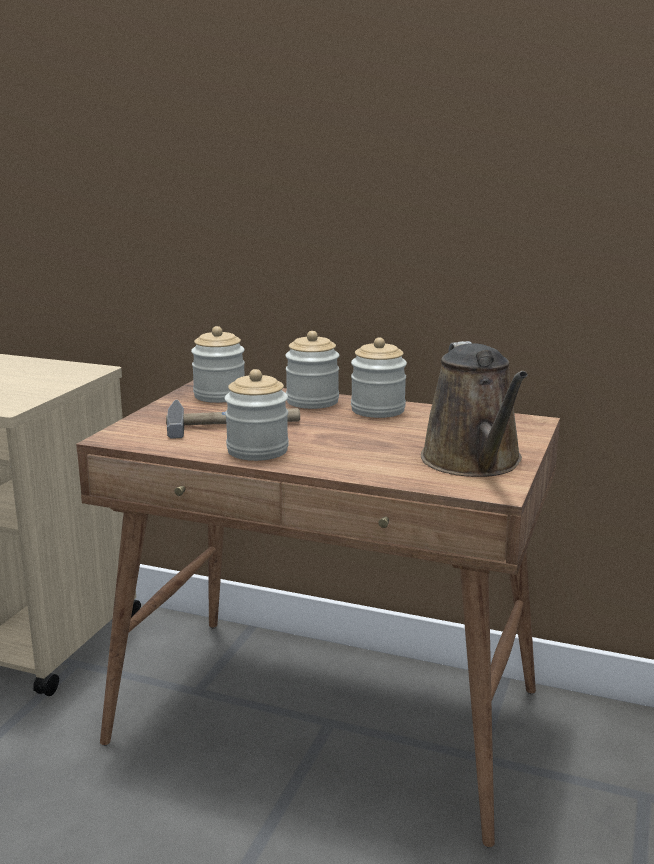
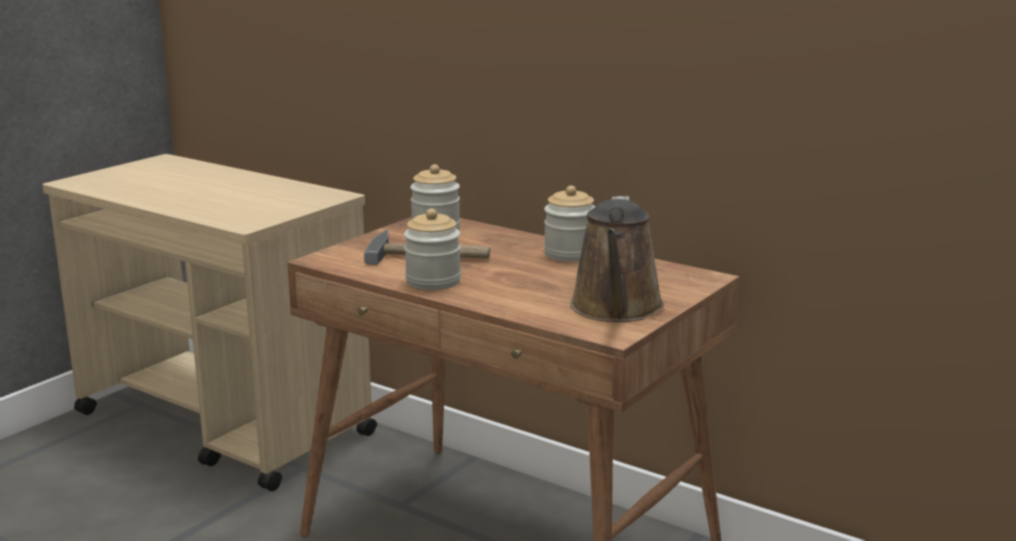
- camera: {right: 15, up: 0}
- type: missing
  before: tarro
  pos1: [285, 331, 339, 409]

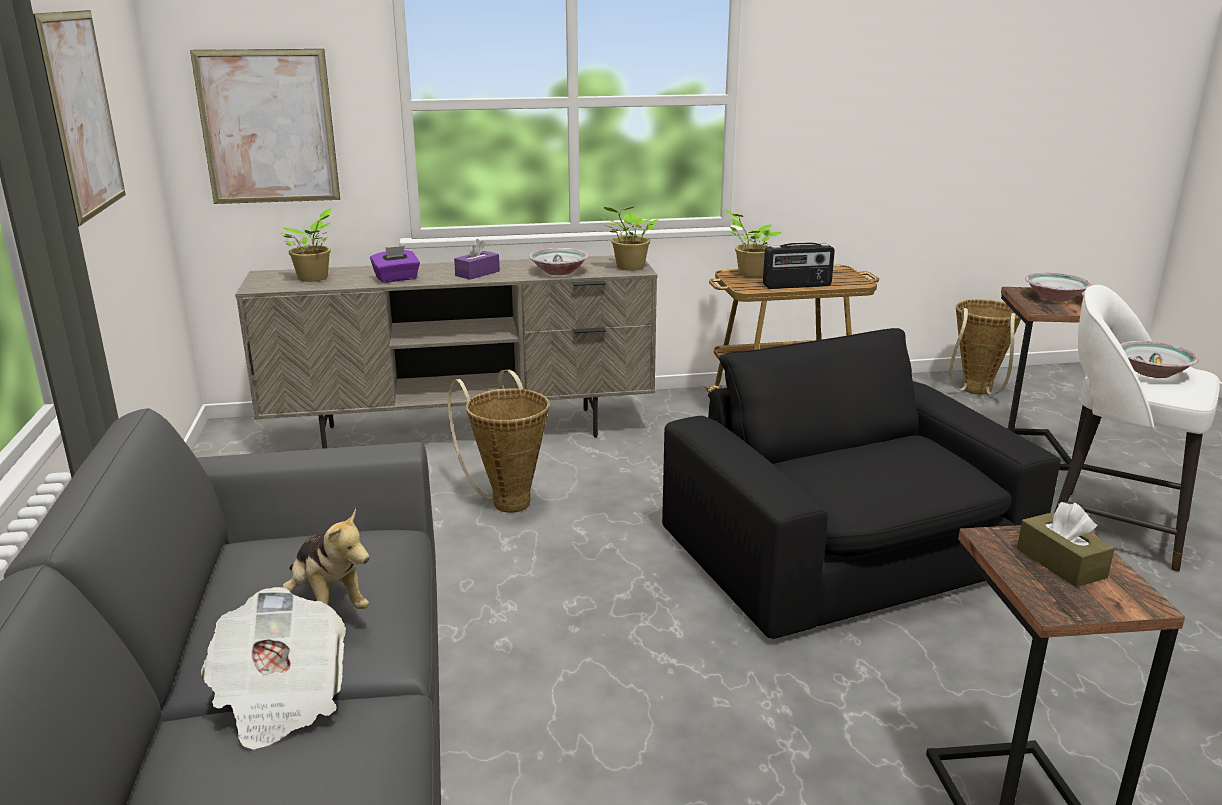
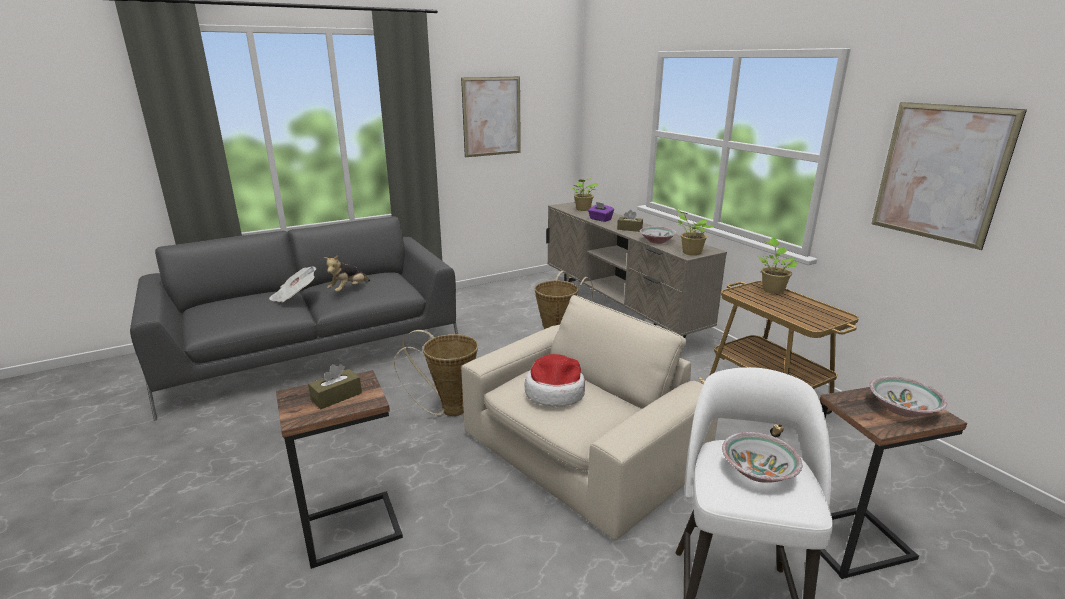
- camera: {right: 70, up: 0}
- type: relocated
  before: cuadro
  pos1: [190, 49, 340, 204]
  pos2: [872, 102, 1027, 250]
- type: colour
  before: caja de pañuelos [morado]
  after: caja de pañuelos [marrón]
  pos1: [454, 239, 500, 280]
  pos2: [617, 210, 643, 232]
- type: missing
  before: radio
  pos1: [763, 243, 835, 289]
- type: relocated
  before: cesta
  pos1: [949, 299, 1021, 395]
  pos2: [394, 330, 478, 416]
- type: colour
  before: sillón [negro]
  after: sillón [beis]
  pos1: [662, 328, 1060, 639]
  pos2: [461, 295, 718, 540]
- type: appeared
  after: sombrero
  pos2: [524, 354, 585, 406]

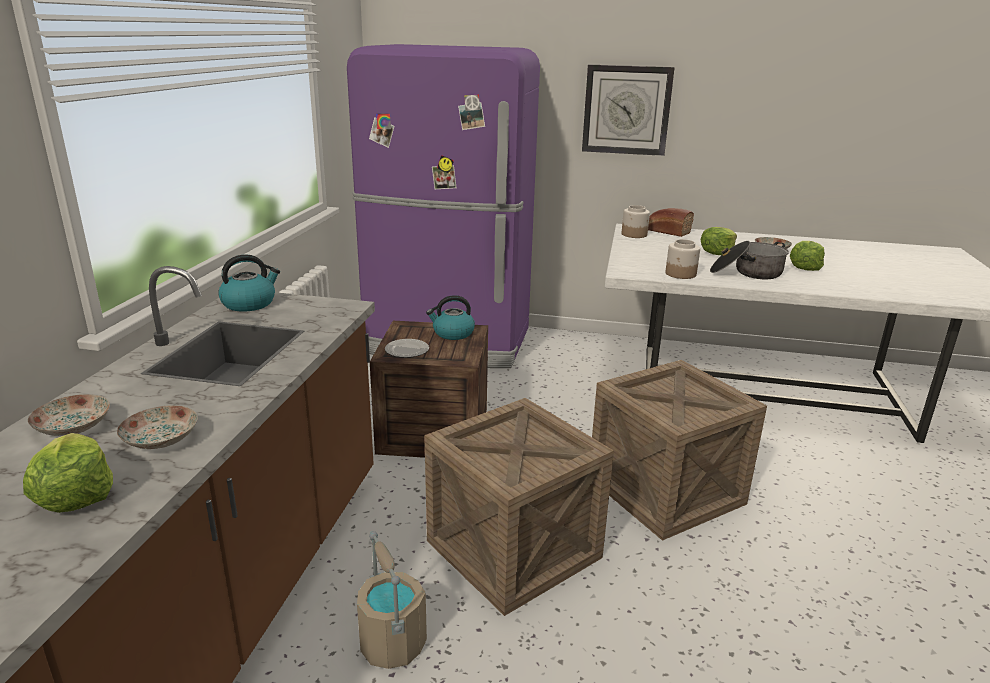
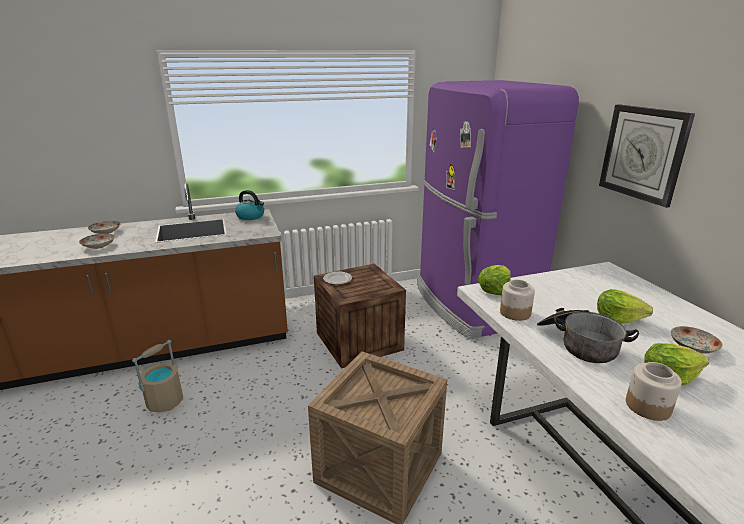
- camera: {right: 60, up: 0}
- type: relocated
  before: tarro
  pos1: [622, 205, 650, 238]
  pos2: [626, 362, 682, 421]
- type: missing
  before: pan
  pos1: [648, 208, 694, 237]
- type: missing
  before: hervidor
  pos1: [426, 295, 475, 340]
- type: missing
  before: caja de embalaje
  pos1: [424, 398, 614, 616]
- type: relocated
  before: lechuga
  pos1: [23, 433, 113, 513]
  pos2: [478, 265, 511, 296]

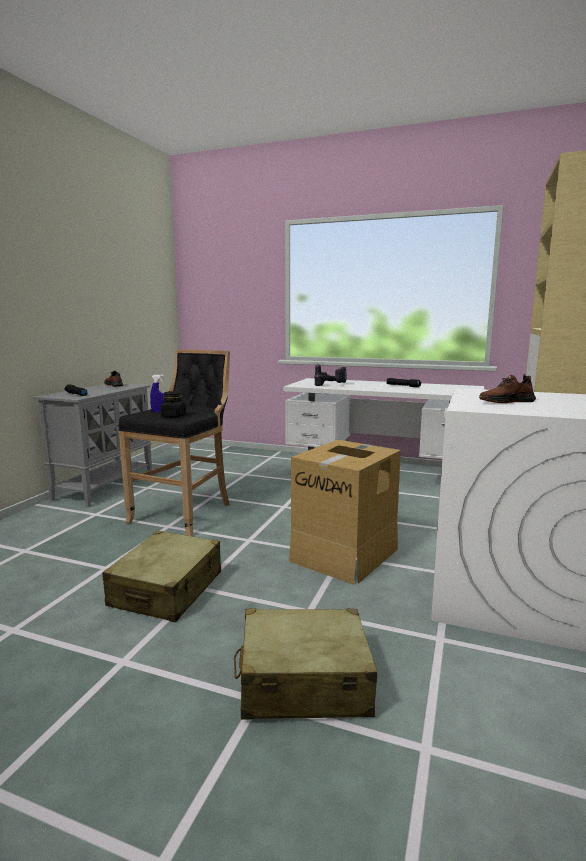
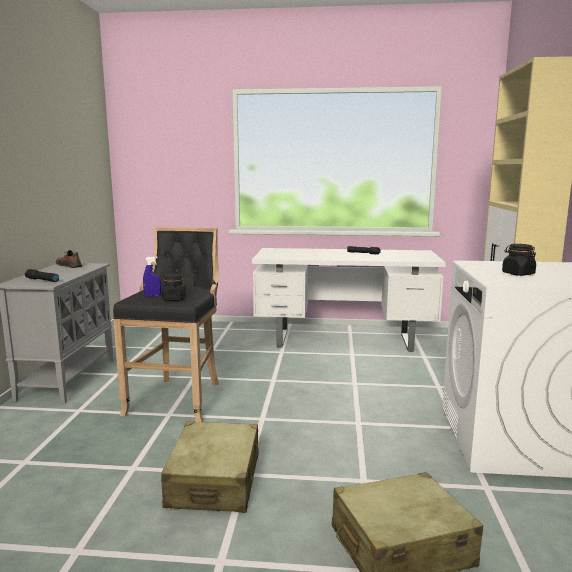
- camera: {right: -15, up: 0}
- type: missing
  before: taladro
  pos1: [314, 364, 347, 386]
- type: exchanged
  before: zapato [marrón]
  after: tarro [negro]
  pos1: [479, 375, 536, 403]
  pos2: [502, 244, 536, 276]
- type: missing
  before: caja de cartón
  pos1: [289, 440, 401, 585]

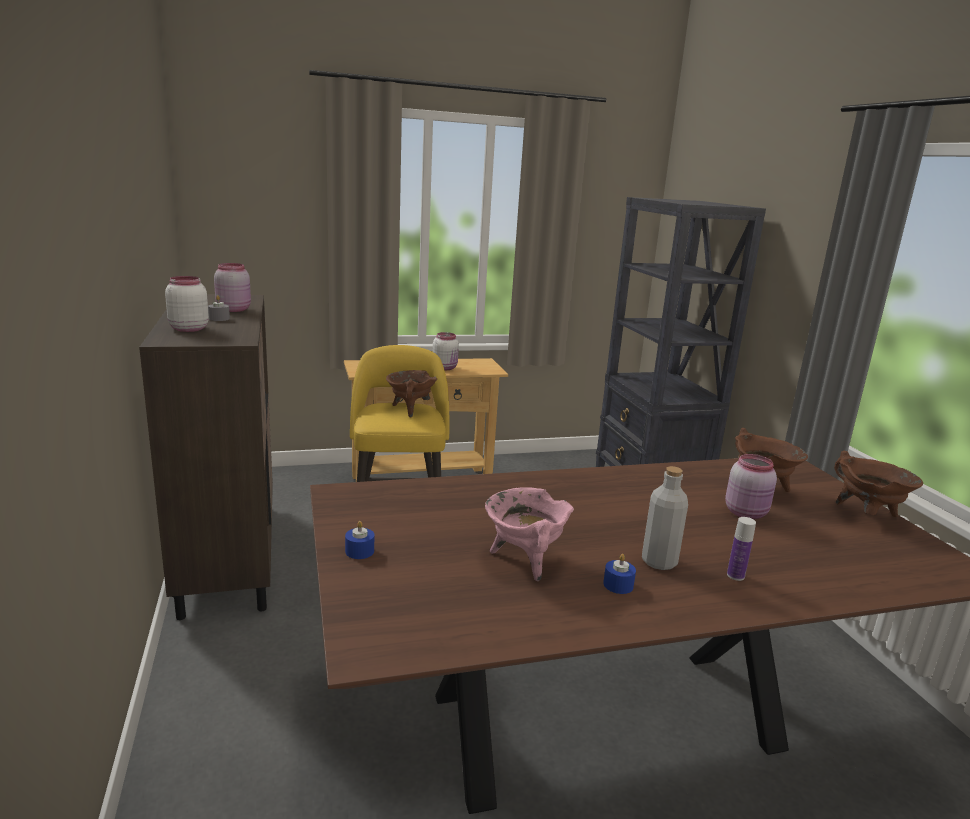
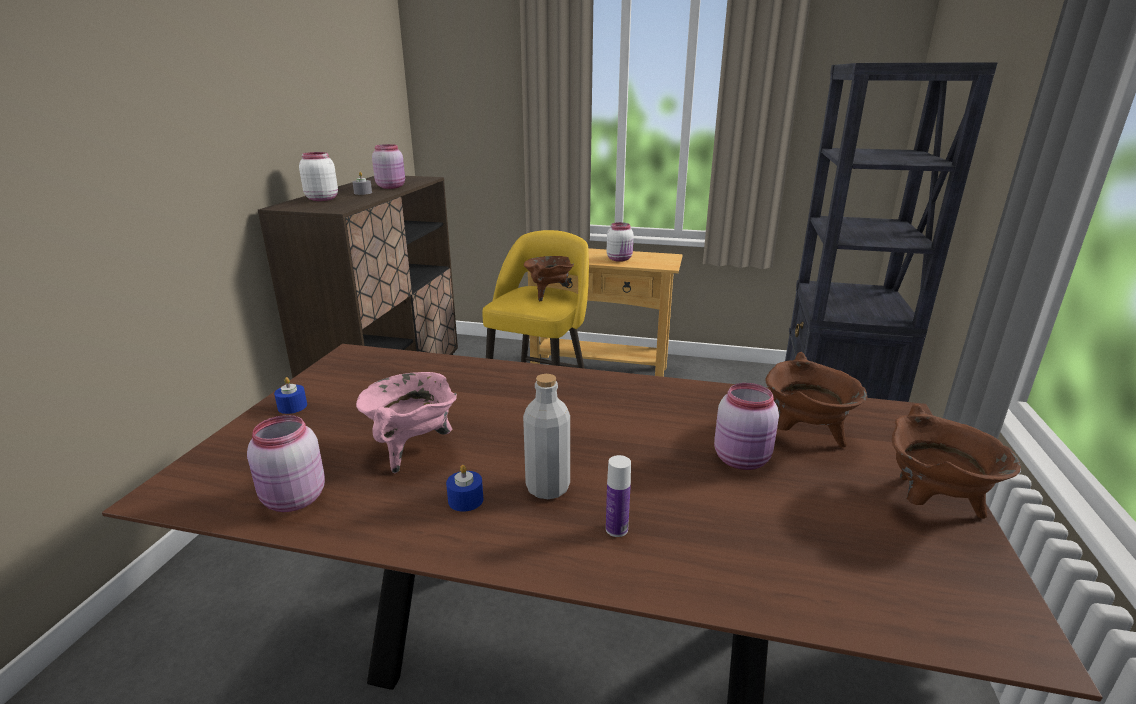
- camera: {right: 30, up: 5}
- type: appeared
  after: tarro [rosa]
  pos2: [247, 415, 325, 512]

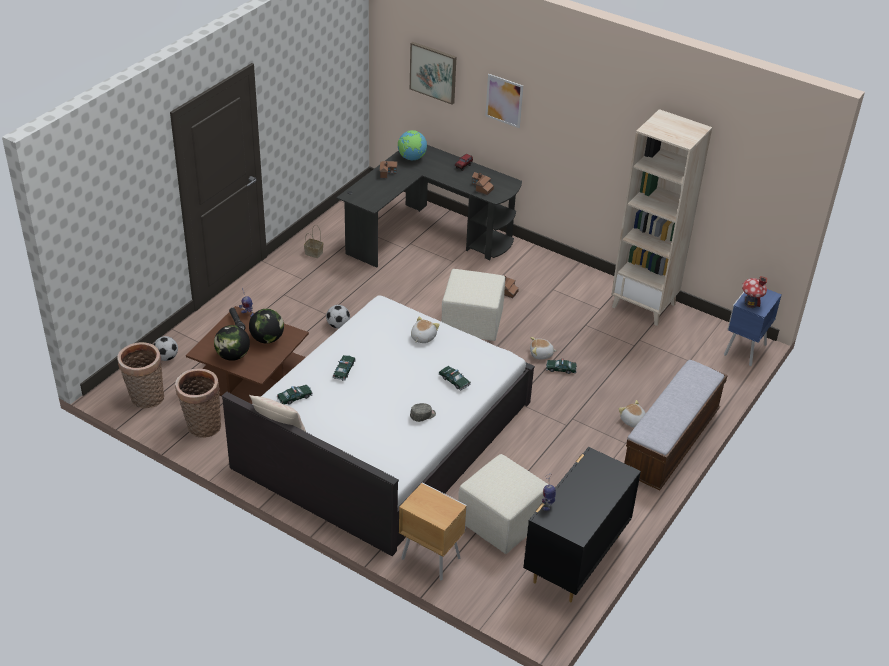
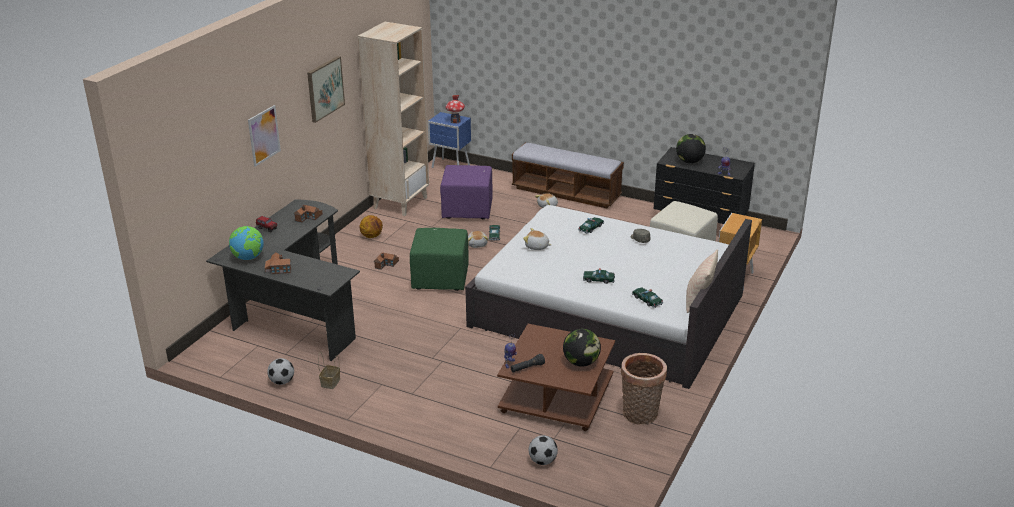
- camera: {right: -95, up: -10}
- type: relocated
  before: cuadro
  pos1: [410, 42, 456, 105]
  pos2: [307, 56, 345, 123]
- type: colour
  before: puf [beis]
  after: puf [verde]
  pos1: [441, 269, 505, 341]
  pos2: [410, 228, 469, 291]
- type: relocated
  before: balón de fútbol
  pos1: [326, 305, 350, 328]
  pos2: [267, 358, 294, 385]
- type: relocated
  before: globo terráqueo
  pos1: [249, 309, 284, 343]
  pos2: [676, 134, 706, 163]
- type: missing
  before: cesta
  pos1: [117, 342, 164, 409]
- type: appeared
  after: puf [morado]
  pos2: [440, 165, 493, 219]
- type: appeared
  after: balón de baloncesto
  pos2: [359, 215, 383, 238]

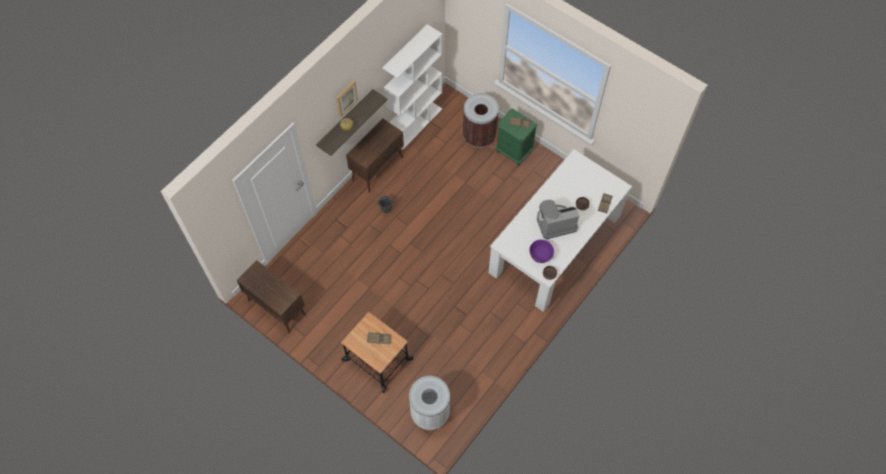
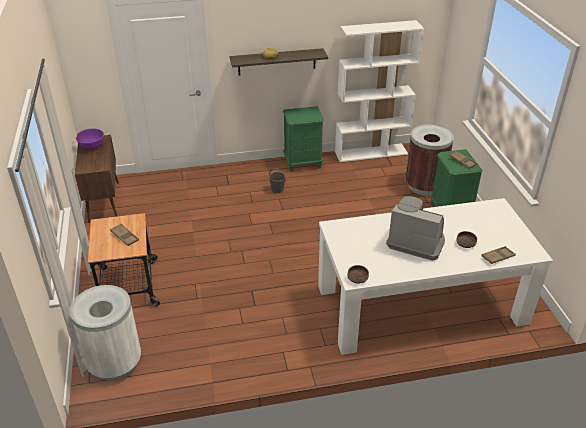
- camera: {right: 40, up: -25}
- type: missing
  before: cuadro
  pos1: [337, 81, 358, 117]
- type: exchanged
  before: armario [marrón]
  after: mesita de noche [verde]
  pos1: [346, 118, 404, 193]
  pos2: [283, 106, 324, 172]
- type: relocated
  before: cuenco [morado]
  pos1: [529, 240, 554, 263]
  pos2: [76, 128, 104, 149]

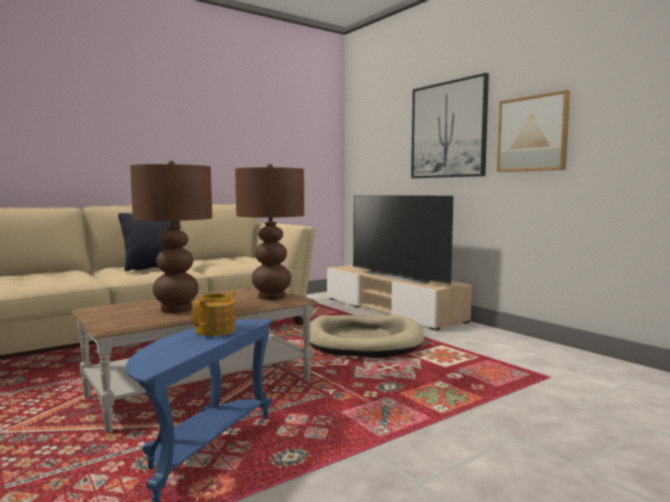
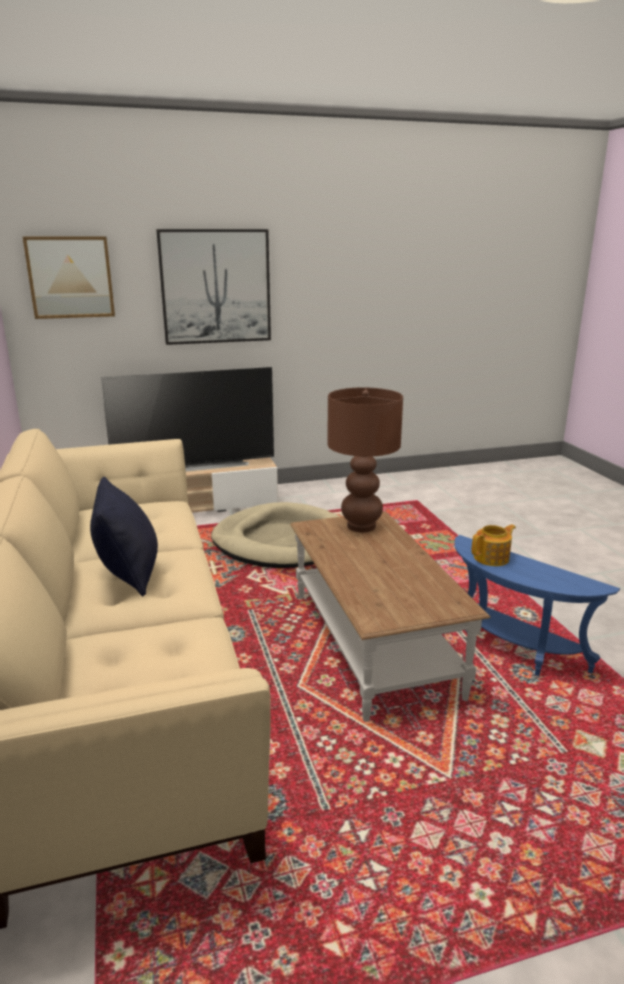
- camera: {right: -70, up: 15}
- type: relocated
  before: cuadro
  pos1: [497, 90, 570, 172]
  pos2: [23, 236, 115, 319]
- type: missing
  before: lámpara de mesa [marrón]
  pos1: [130, 160, 212, 313]
- type: spun
  before: tetera
  pos1: [193, 291, 236, 336]
  pos2: [471, 524, 516, 566]
  turn: 105

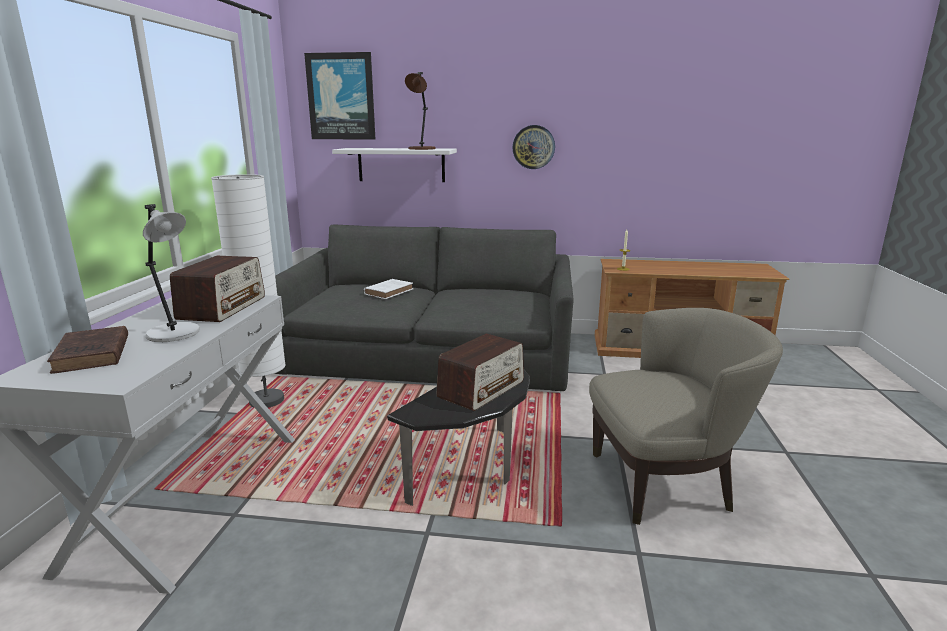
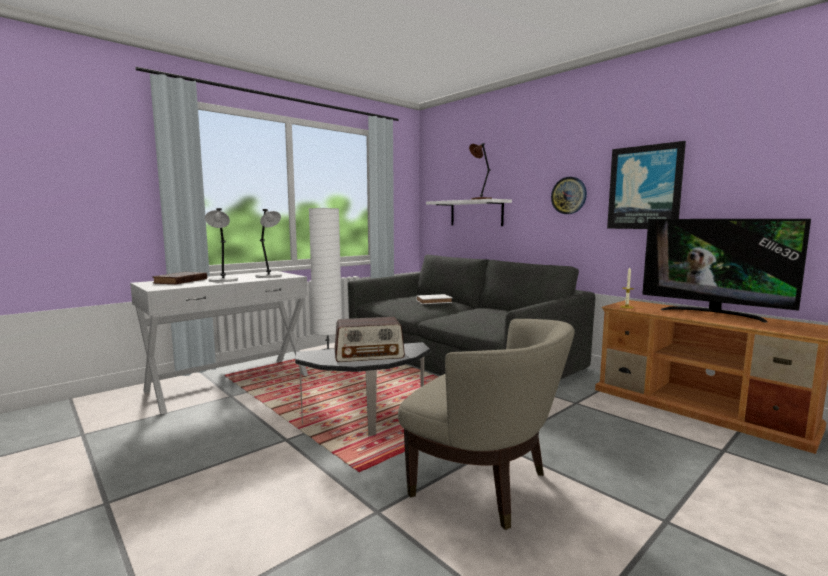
- camera: {right: 40, up: -10}
- type: relocated
  before: cuadro
  pos1: [304, 52, 375, 140]
  pos2: [607, 141, 686, 229]
- type: exchanged
  before: radio
  after: lámpara de mesa [gris]
  pos1: [170, 256, 265, 322]
  pos2: [255, 209, 282, 278]
- type: appeared
  after: televisor
  pos2: [642, 219, 811, 323]

